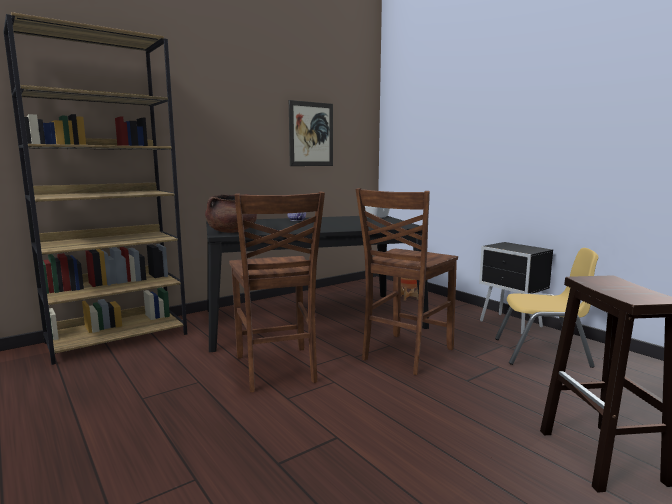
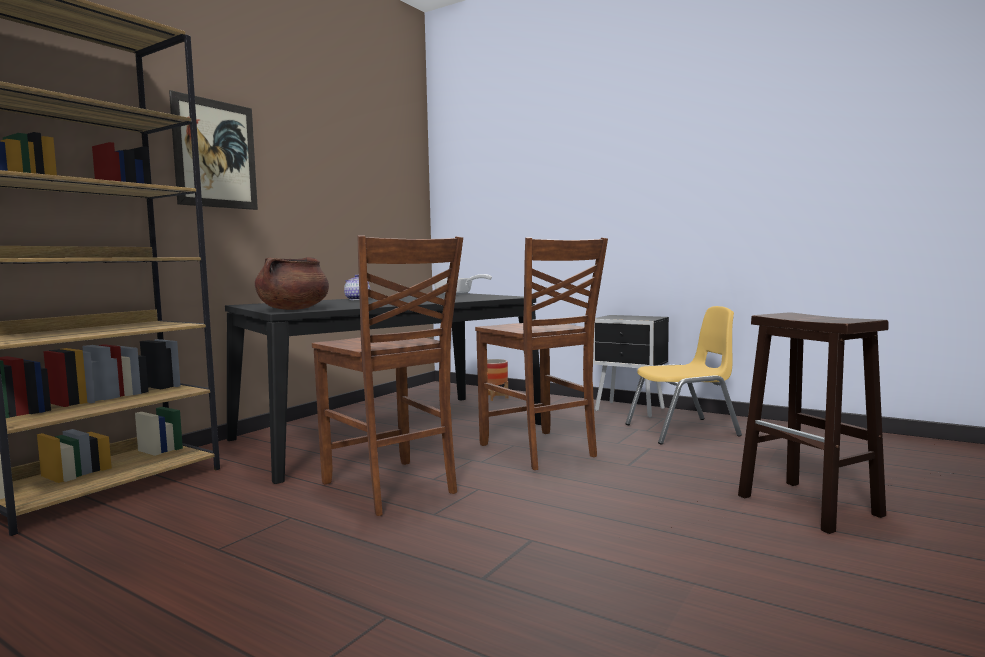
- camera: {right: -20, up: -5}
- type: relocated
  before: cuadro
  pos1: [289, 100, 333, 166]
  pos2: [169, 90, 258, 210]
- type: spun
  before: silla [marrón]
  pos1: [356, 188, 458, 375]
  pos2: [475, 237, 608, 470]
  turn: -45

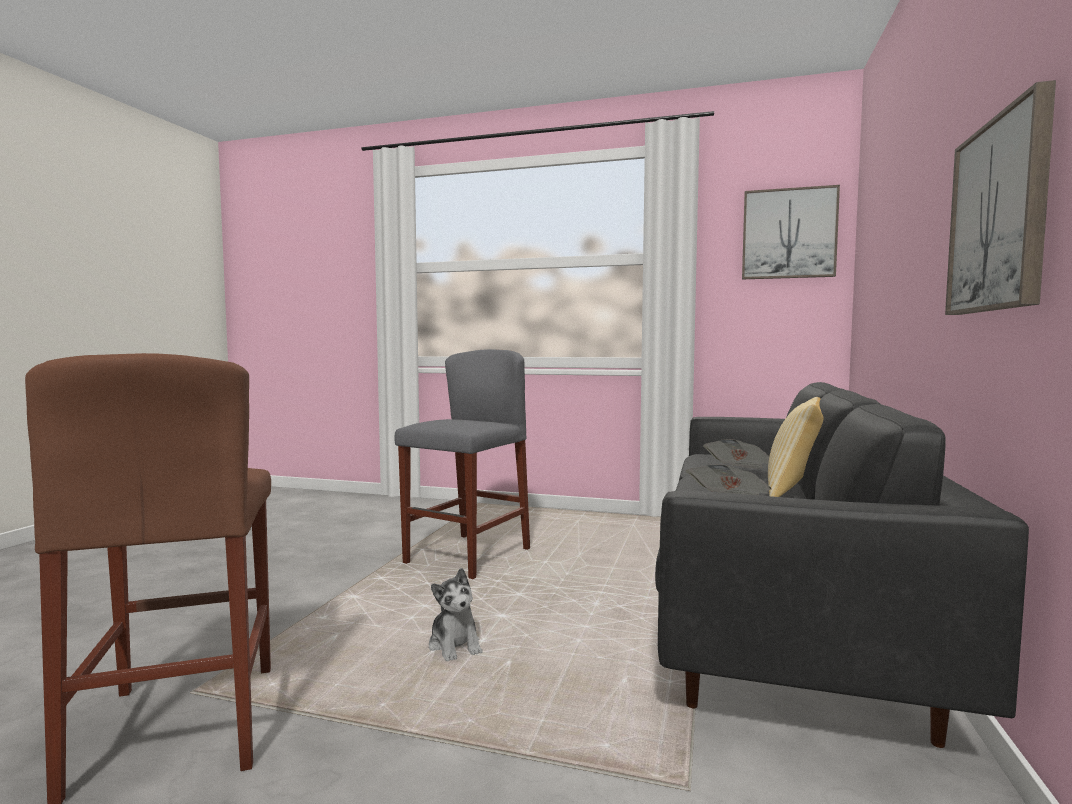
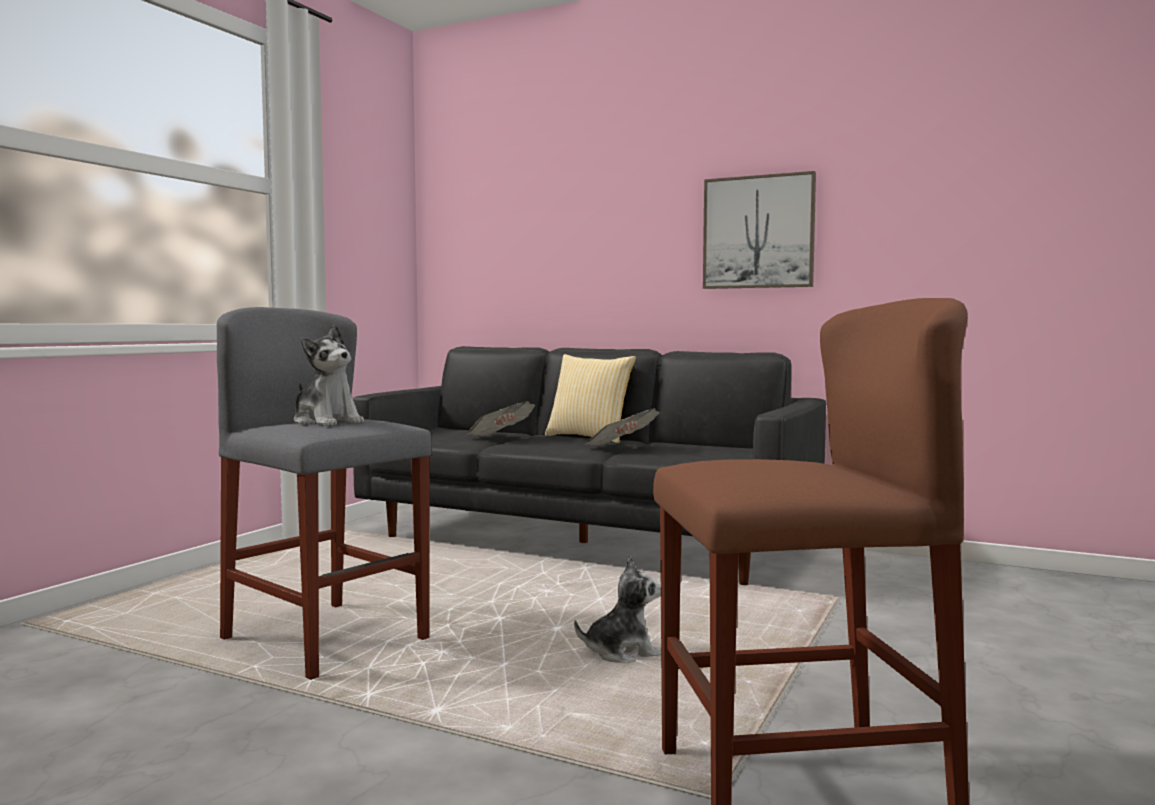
- camera: {right: -80, up: 0}
- type: missing
  before: cuadro
  pos1: [742, 185, 840, 279]
- type: appeared
  after: peluche
  pos2: [294, 325, 364, 426]

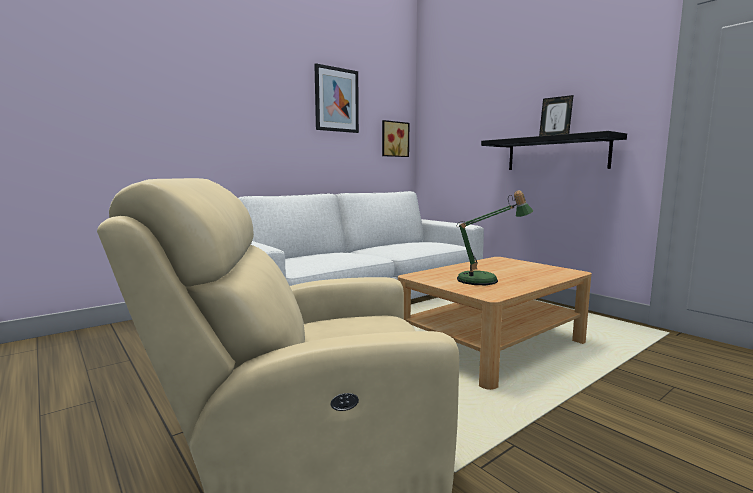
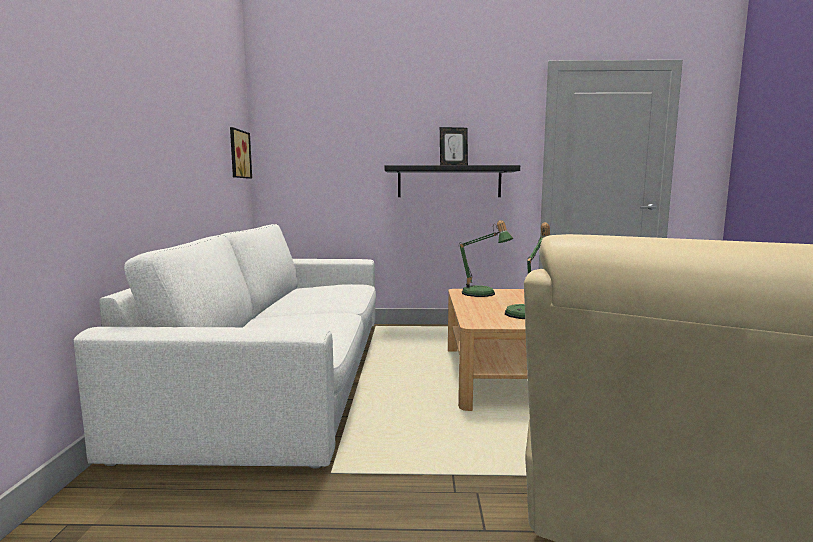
- camera: {right: -50, up: 0}
- type: missing
  before: cuadro
  pos1: [314, 63, 359, 133]
- type: appeared
  after: lámpara de mesa
  pos2: [458, 220, 513, 297]

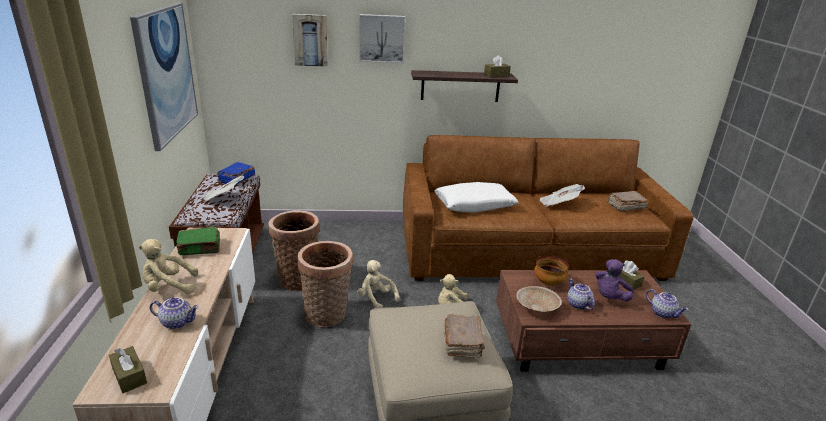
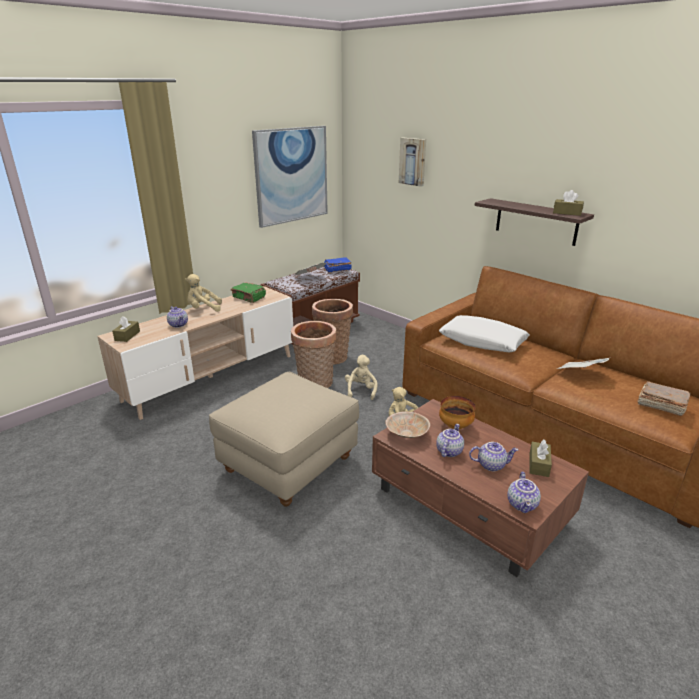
- camera: {right: 50, up: 0}
- type: missing
  before: cuadro
  pos1: [359, 14, 405, 63]
- type: spun
  before: peluche [beis]
  pos1: [138, 239, 198, 294]
  pos2: [185, 274, 222, 312]
  turn: -45
- type: exchanged
  before: peluche [morado]
  after: tetera
  pos1: [595, 259, 633, 301]
  pos2: [469, 442, 518, 471]
- type: missing
  before: libro [marrón]
  pos1: [444, 314, 485, 358]

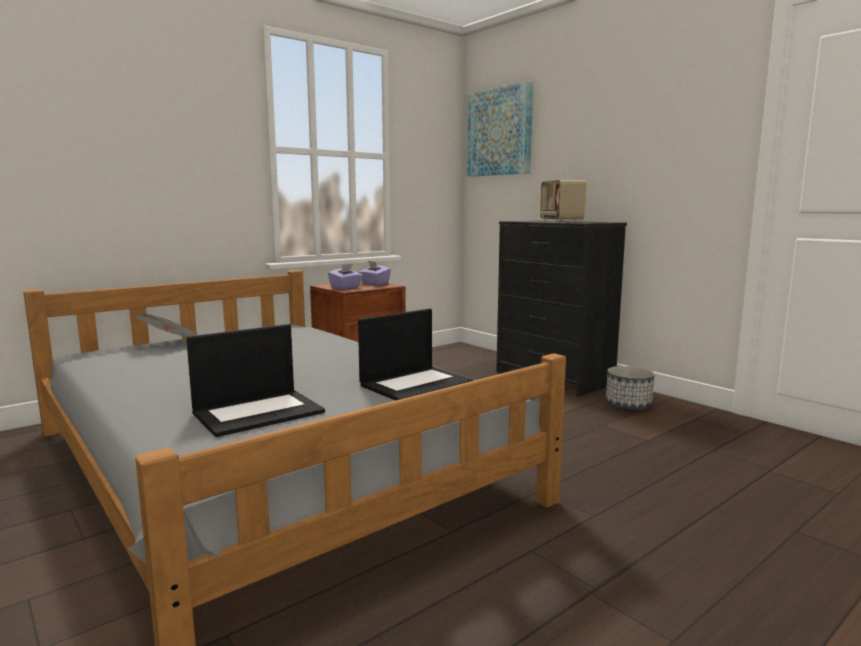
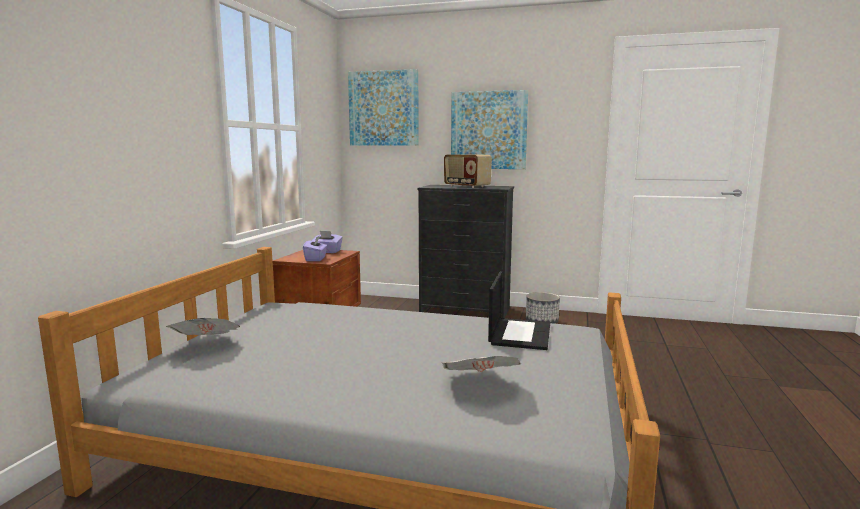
- camera: {right: -35, up: 0}
- type: exchanged
  before: portátil
  after: periódico
  pos1: [186, 324, 325, 437]
  pos2: [443, 356, 521, 372]
- type: appeared
  after: cuadro
  pos2: [451, 90, 528, 169]

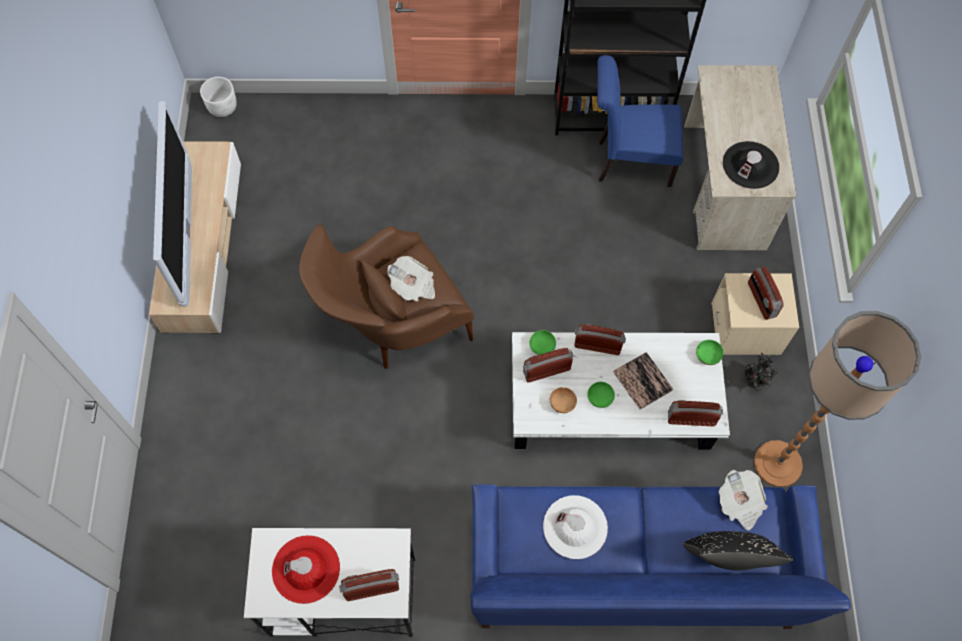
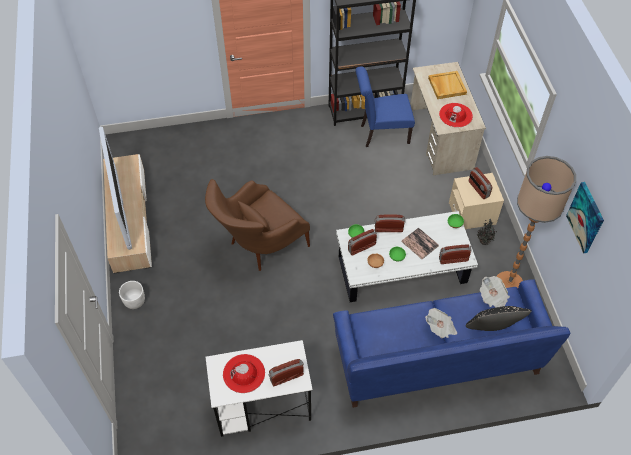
- camera: {right: -10, up: -10}
- type: relocated
  before: maceta [blanco]
  pos1: [200, 77, 237, 117]
  pos2: [119, 281, 145, 309]
- type: colour
  before: sombrero [negro]
  after: sombrero [rojo]
  pos1: [723, 141, 779, 189]
  pos2: [439, 103, 473, 127]
- type: relocated
  before: periódico
  pos1: [387, 256, 435, 301]
  pos2: [425, 308, 457, 338]
- type: missing
  before: sombrero [blanco]
  pos1: [543, 495, 608, 559]
- type: appeared
  after: bandeja [beis]
  pos2: [428, 71, 467, 99]
- type: appeared
  after: cuadro
  pos2: [566, 182, 604, 254]

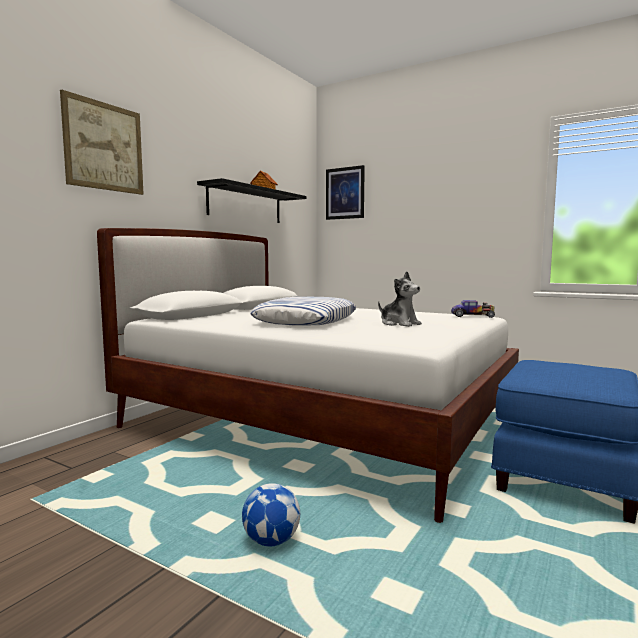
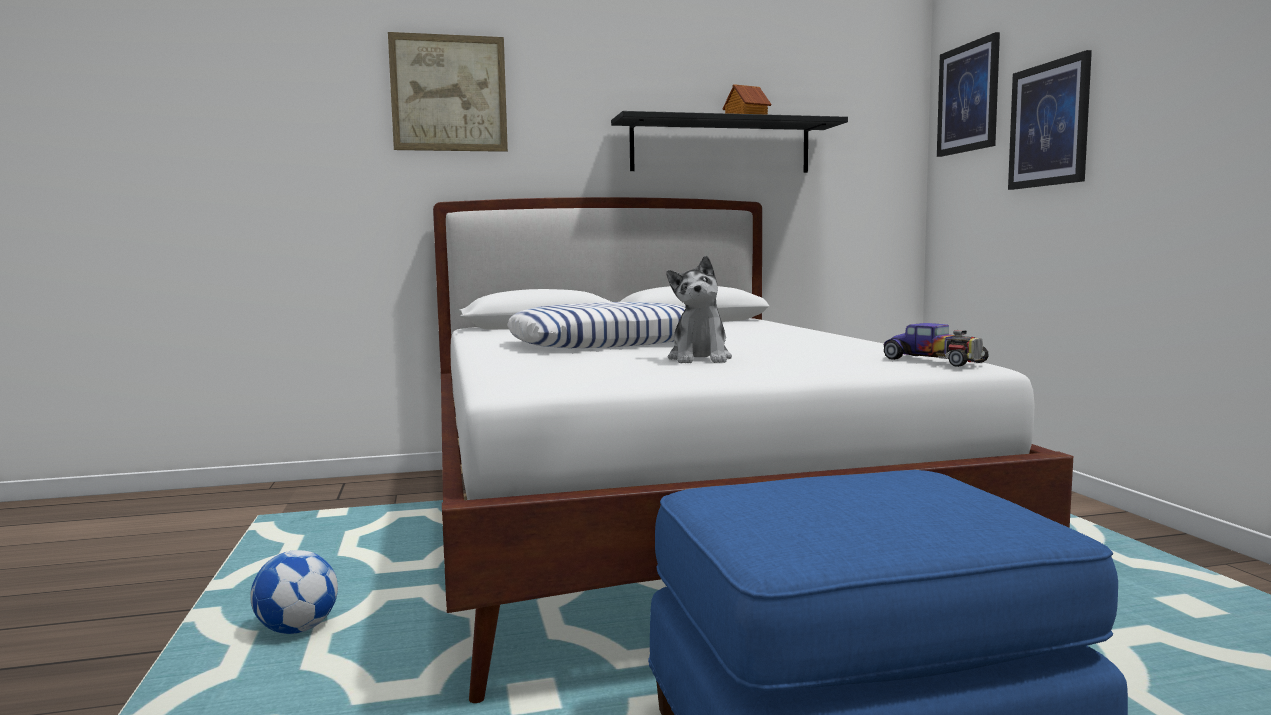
- camera: {right: 45, up: 0}
- type: appeared
  after: cuadro
  pos2: [1008, 50, 1092, 190]

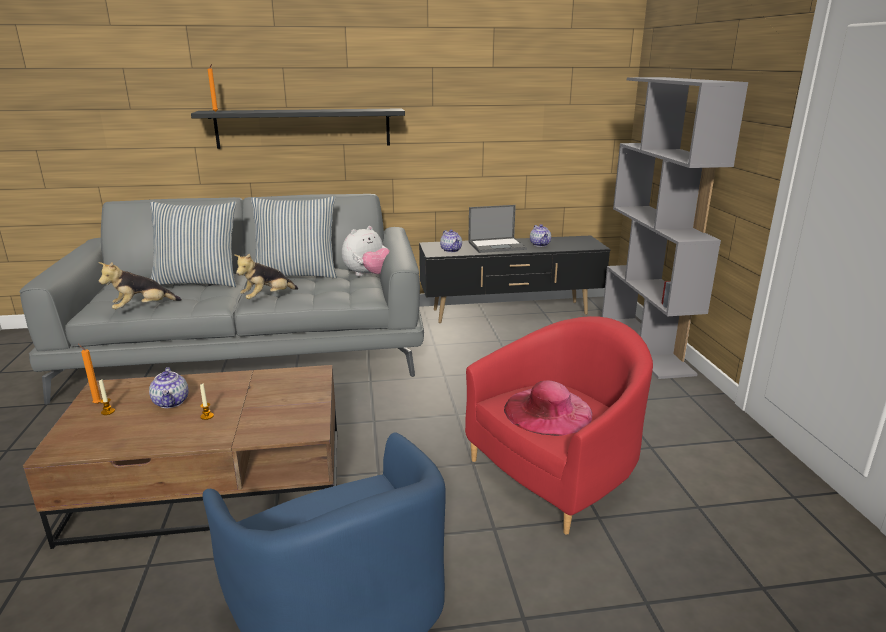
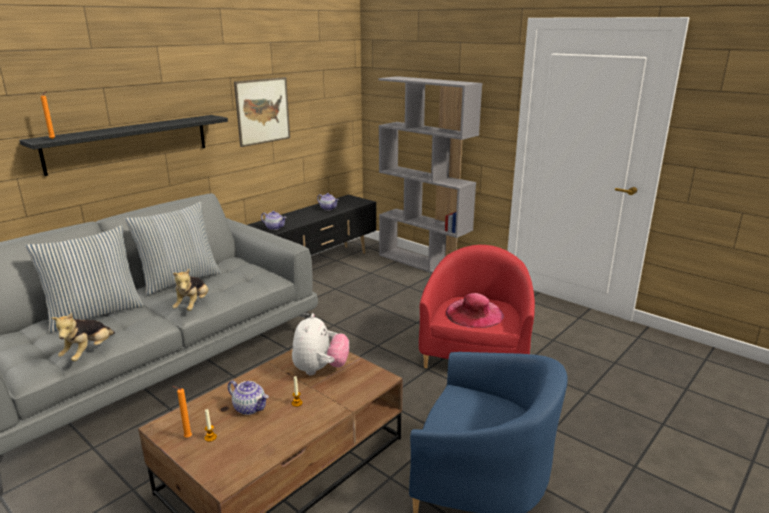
- camera: {right: -40, up: 0}
- type: missing
  before: portátil
  pos1: [468, 205, 527, 253]
- type: relocated
  before: peluche
  pos1: [342, 226, 390, 276]
  pos2: [292, 313, 349, 375]
- type: appeared
  after: cuadro
  pos2: [234, 77, 290, 147]

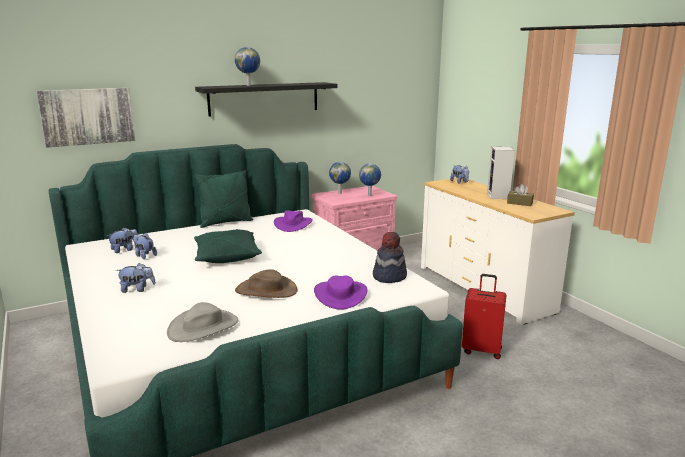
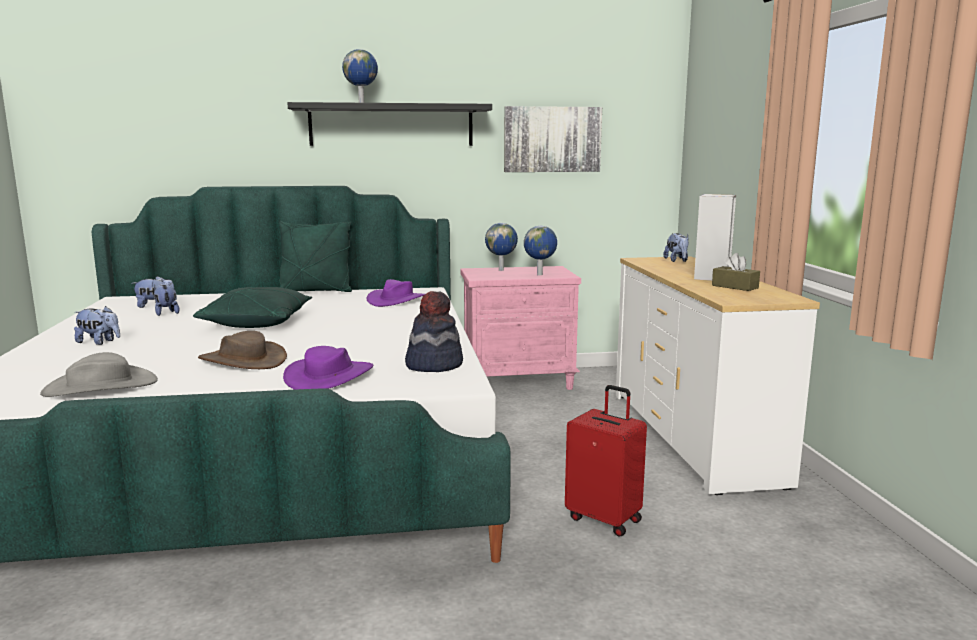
- camera: {right: 20, up: -5}
- type: relocated
  before: cuadro
  pos1: [36, 88, 135, 148]
  pos2: [504, 106, 602, 172]

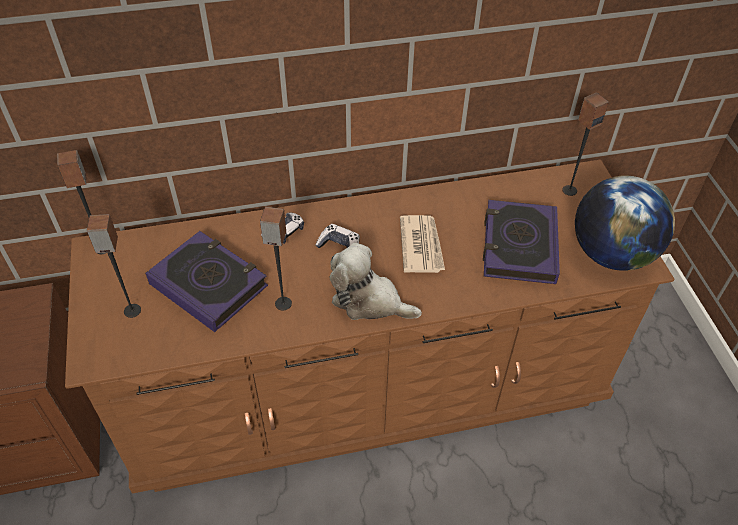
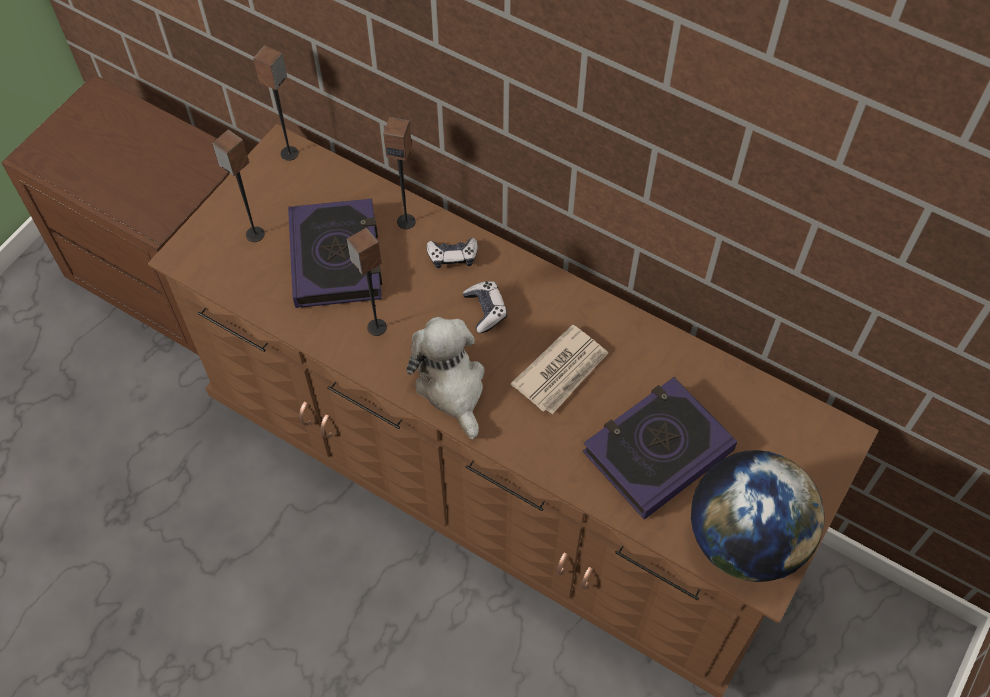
- camera: {right: 45, up: 10}
- type: relocated
  before: altavoz
  pos1: [562, 92, 609, 196]
  pos2: [383, 117, 416, 229]

